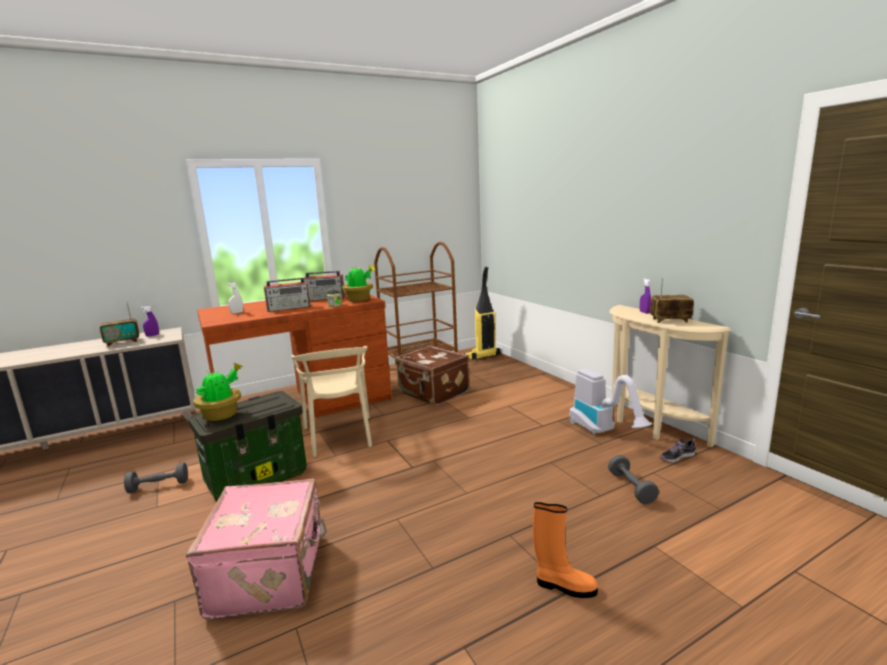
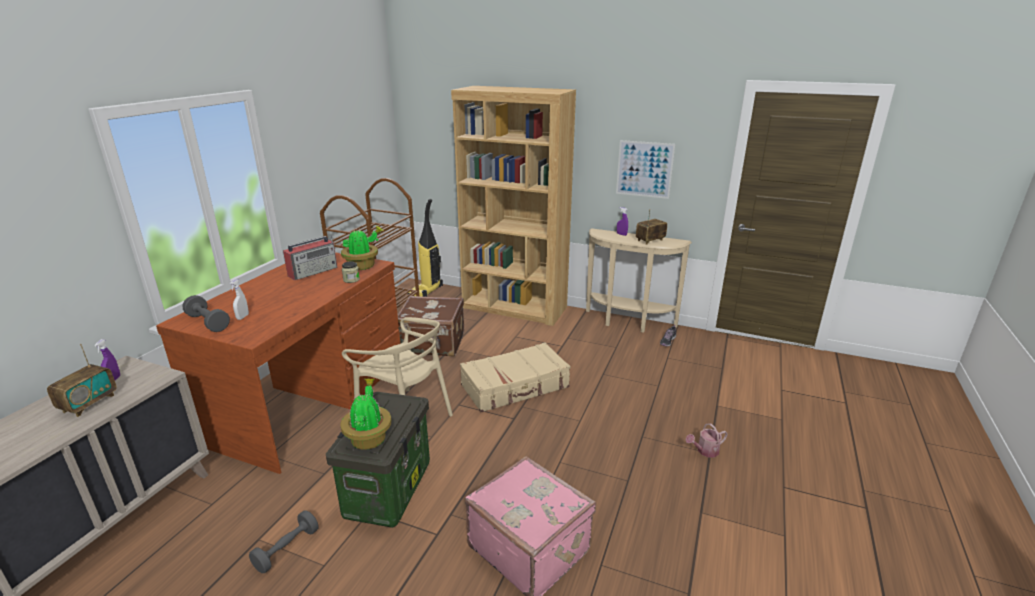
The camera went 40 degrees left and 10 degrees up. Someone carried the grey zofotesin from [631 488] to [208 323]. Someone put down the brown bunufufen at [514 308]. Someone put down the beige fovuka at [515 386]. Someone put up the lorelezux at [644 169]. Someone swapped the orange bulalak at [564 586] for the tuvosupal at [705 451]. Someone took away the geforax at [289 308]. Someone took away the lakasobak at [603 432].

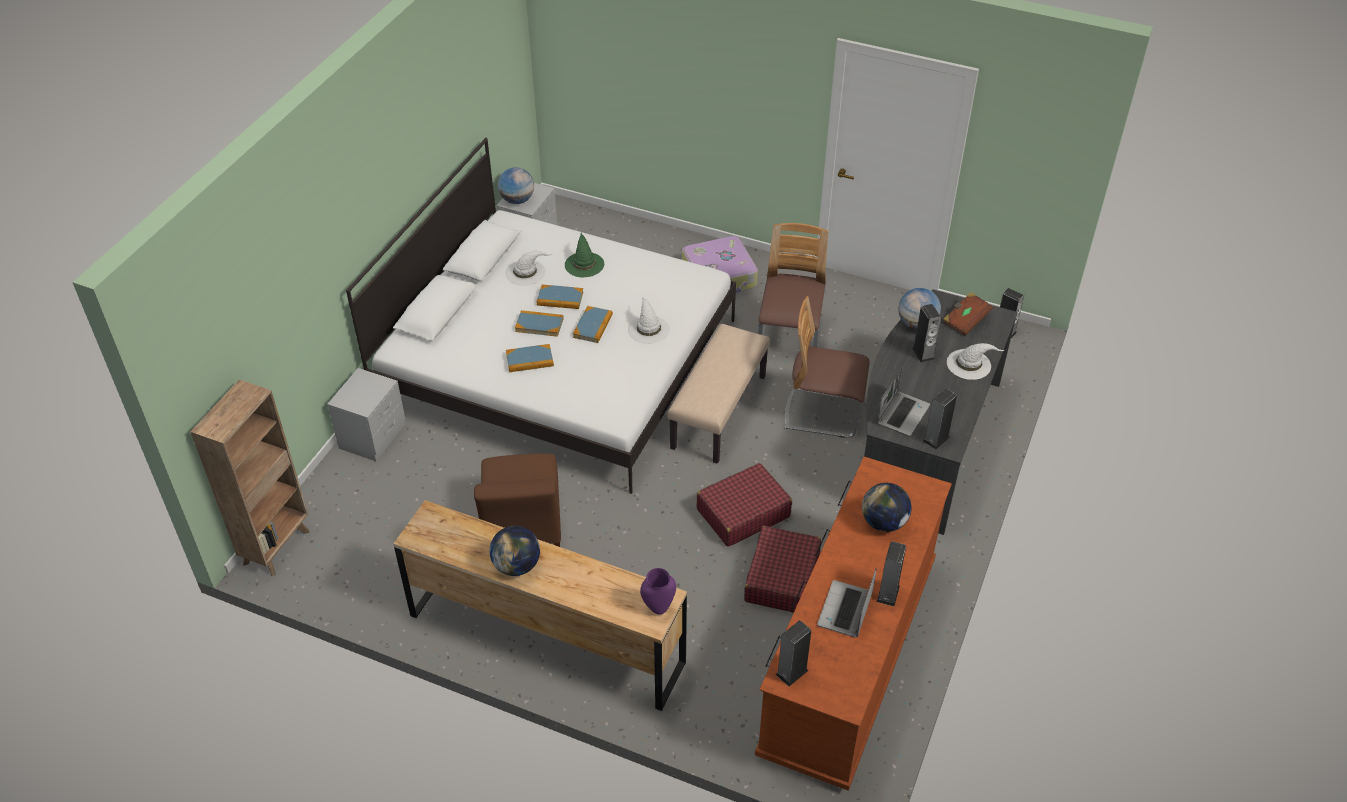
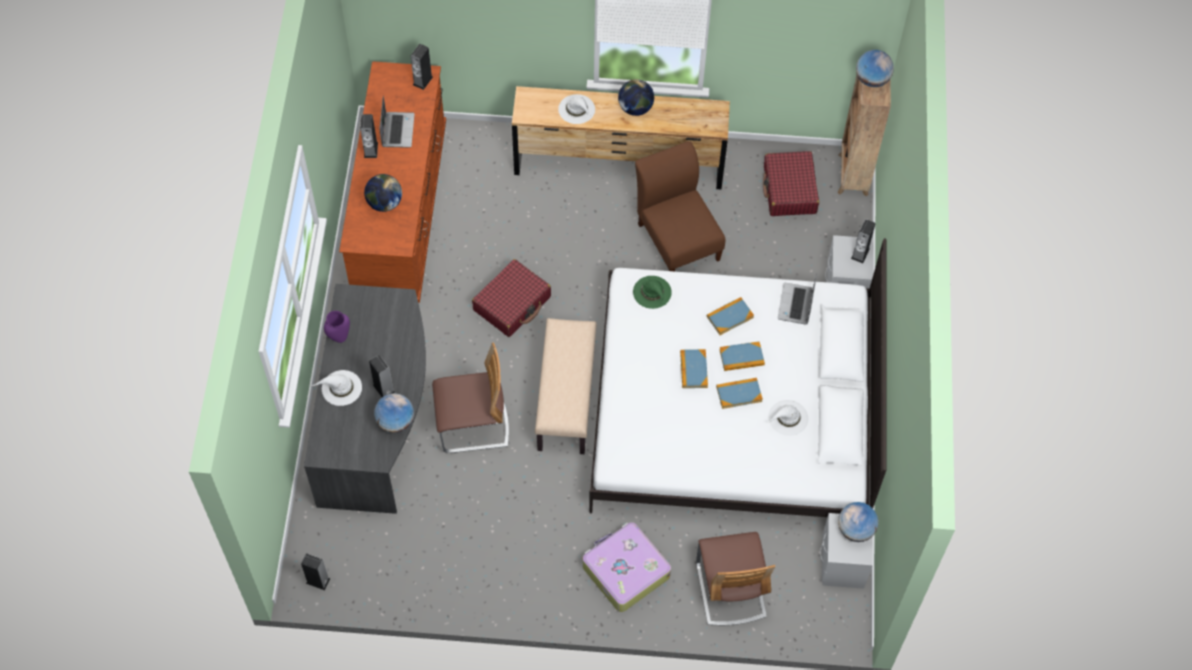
The camera went 160 degrees right and 15 degrees up. Someone carried the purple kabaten from [658 609] to [339 337]. Someone carried the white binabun from [648 329] to [577 109]. Someone carried the green binabun from [584 264] to [652 292]. Someone carried the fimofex from [789 339] to [730 590]. Someone carried the red fovuka from [782 578] to [789 190]. Someone carried the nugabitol from [902 414] to [796 305]. Someone carried the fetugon from [936 439] to [860 253]. Someone put down the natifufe at [872 79]. Someone took away the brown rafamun at [965 320].

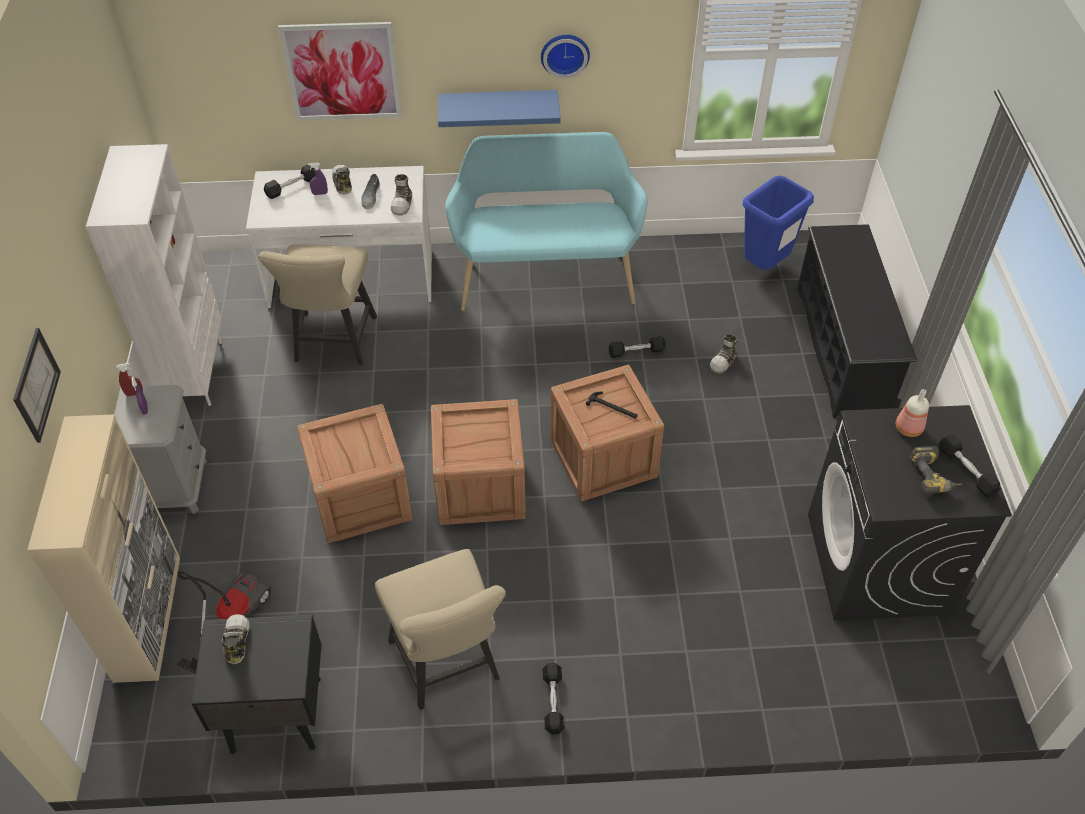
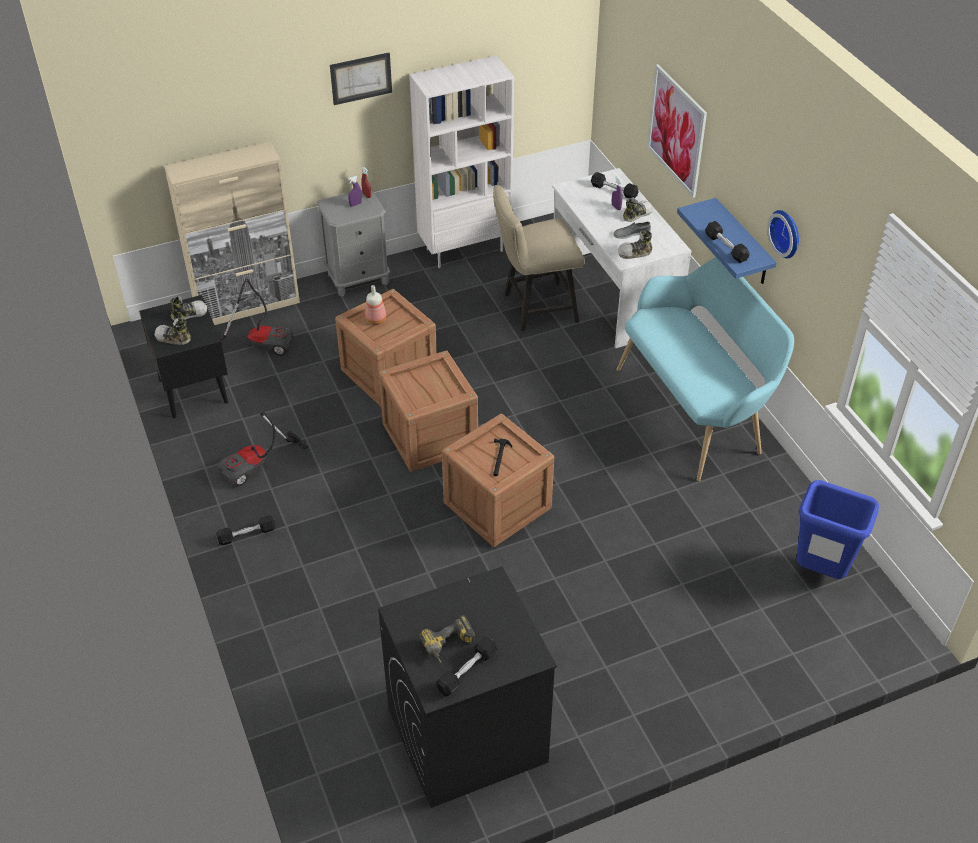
The camera went 70 degrees right and 5 degrees down. Someone carried the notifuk from [724 361] to [173 338]. Someone swapped the beige fimofex at [448 666] for the lakasobak at [258 466]. Someone carried the lorelezux from [36 385] to [361 78]. Someone carried the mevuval from [907 428] to [376 319]. Someone carried the black zofotesin from [636 351] to [726 247]. Someone took away the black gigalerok at [842 349].

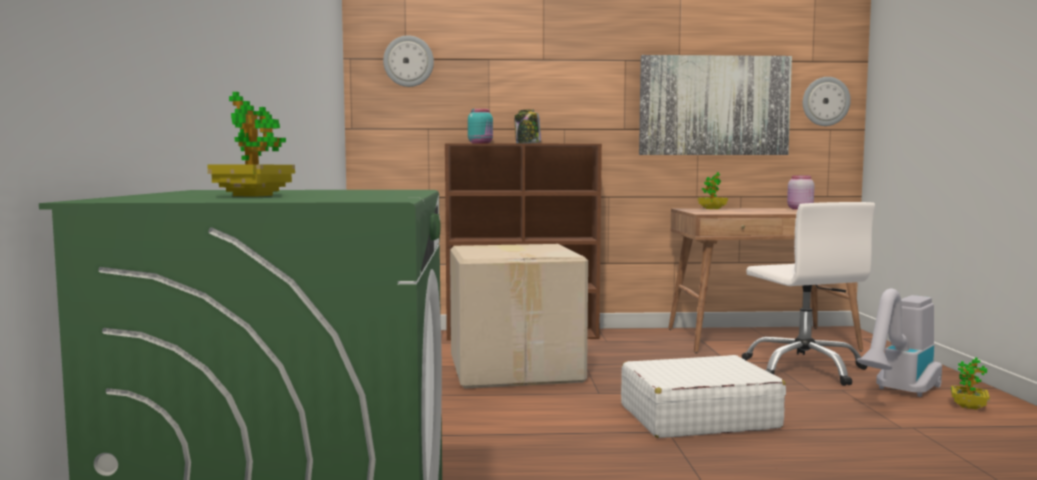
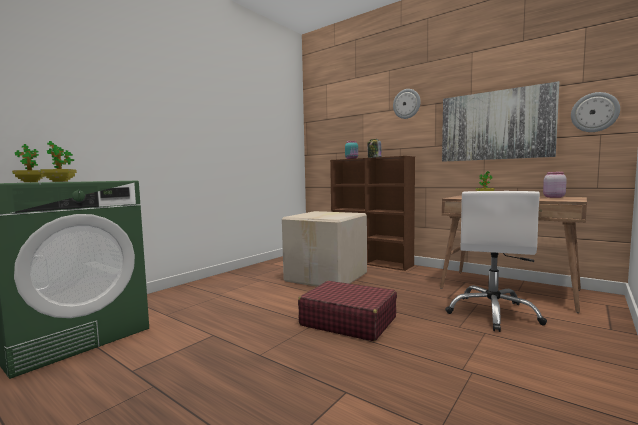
The camera went 40 degrees right and 0 degrees up. Someone carried the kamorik from [968 406] to [60 181]. Someone repainted the white fovuka at [697 417], which became the red fovuka at [348 321]. Someone carried the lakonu from [408 61] to [406 104]. Someone took away the lakasobak at [900 393].

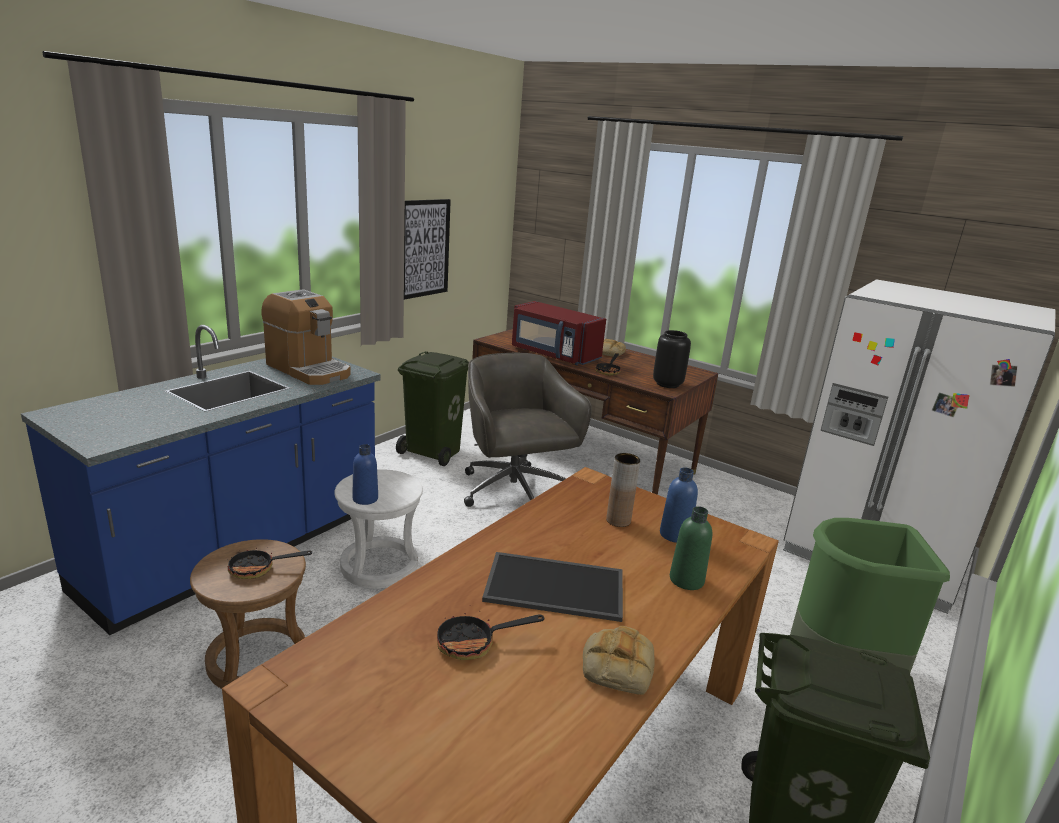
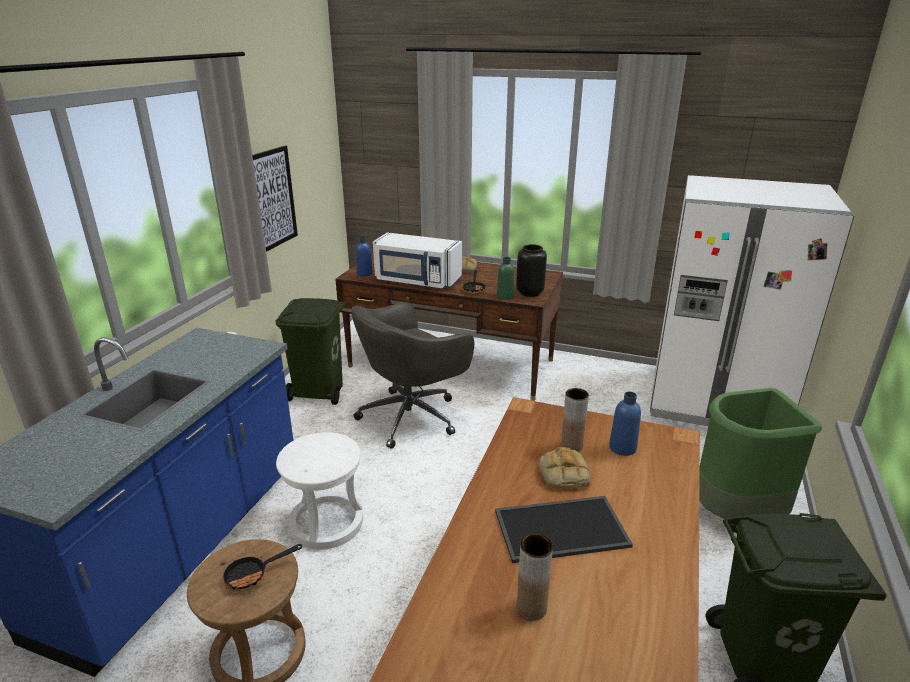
The camera went 15 degrees left and 5 degrees up. Someone rotated the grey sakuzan at [514 492] by 90 degrees counterclockwise. Someone carried the blue mevuval from [365 499] to [364 273]. Someone repainted the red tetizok at [553 355], which became the white tetizok at [417 281]. Someone carried the green mevuval from [686 580] to [505 296]. Someone swapped the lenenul at [474 643] for the brown kabaten at [531 608]. Someone carried the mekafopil from [616 665] to [562 473]. Someone took away the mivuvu at [308 370].

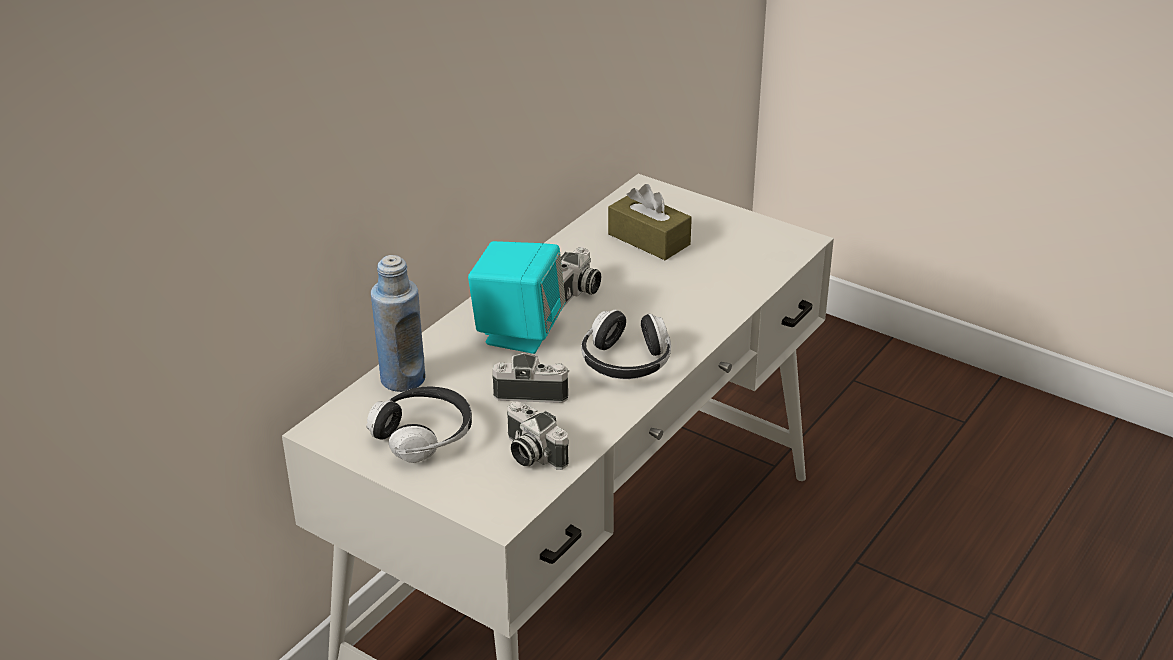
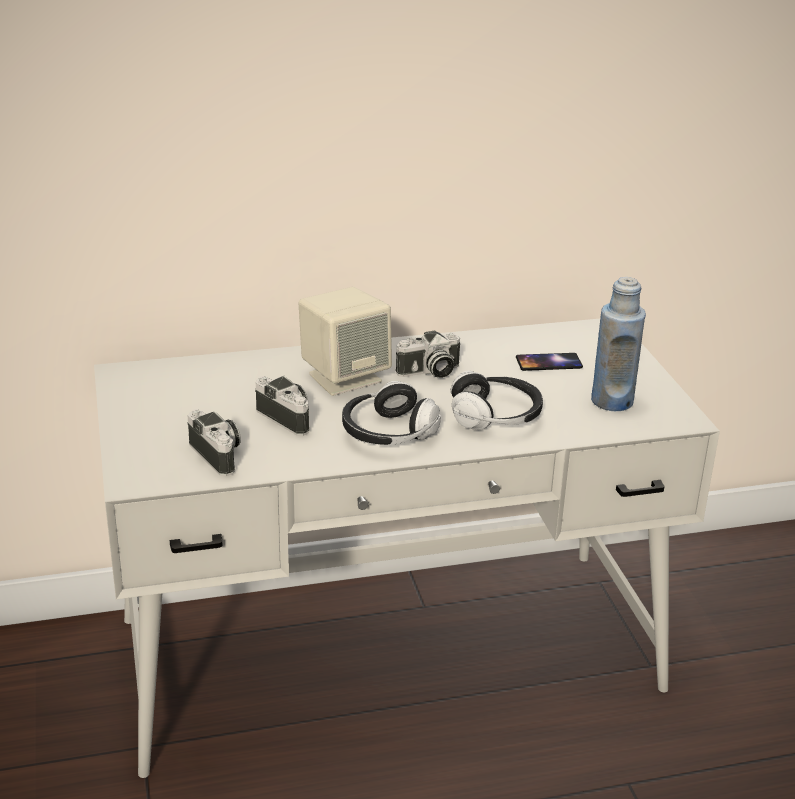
The camera went 40 degrees right and 5 degrees down. Someone rotated the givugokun at [531 454] by 150 degrees clockwise. Someone repainted the turquoise fetugon at [518 332], which became the beige fetugon at [344 377]. Someone carried the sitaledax from [423 436] to [495 416]. Someone swapped the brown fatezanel at [649 239] for the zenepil at [549 363]. Someone carried the blue mevuval from [402 379] to [612 401].

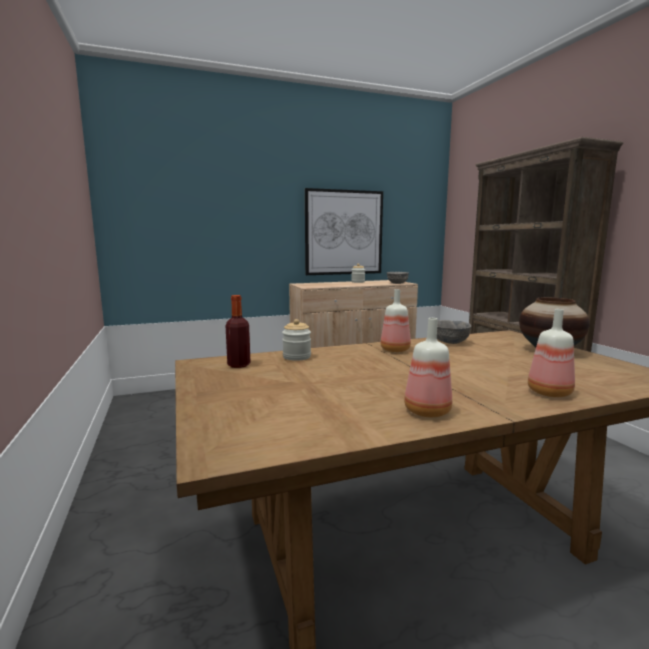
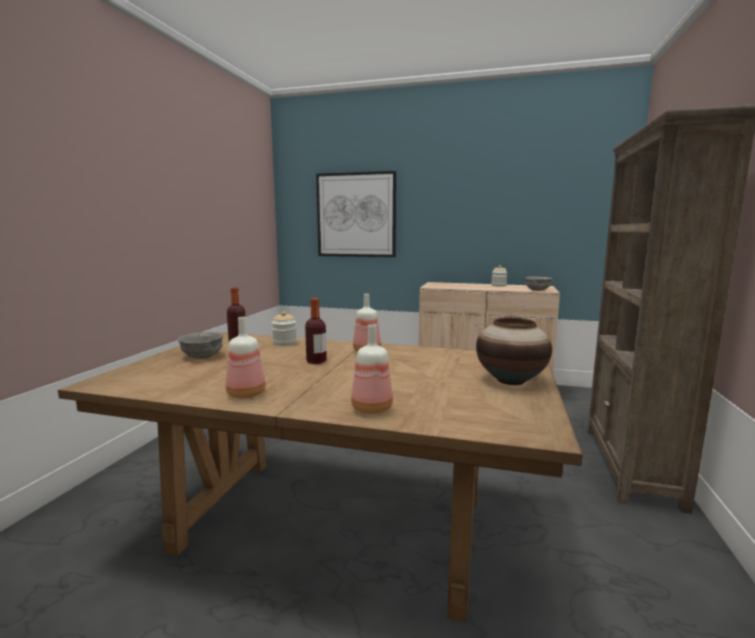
The camera went 35 degrees right and 0 degrees up. Someone carried the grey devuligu from [449 342] to [203 356]. Someone put down the mevuval at [316 361]. Someone carried the lorelezux from [344 232] to [356 215].

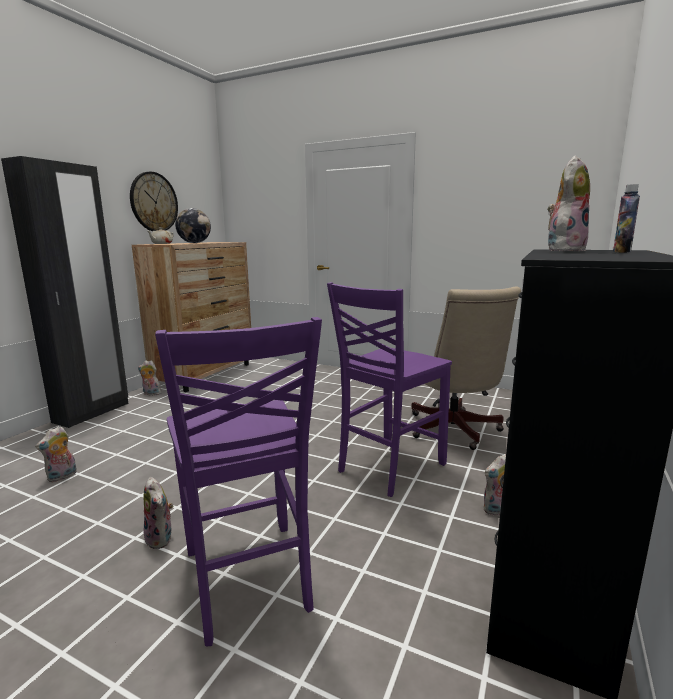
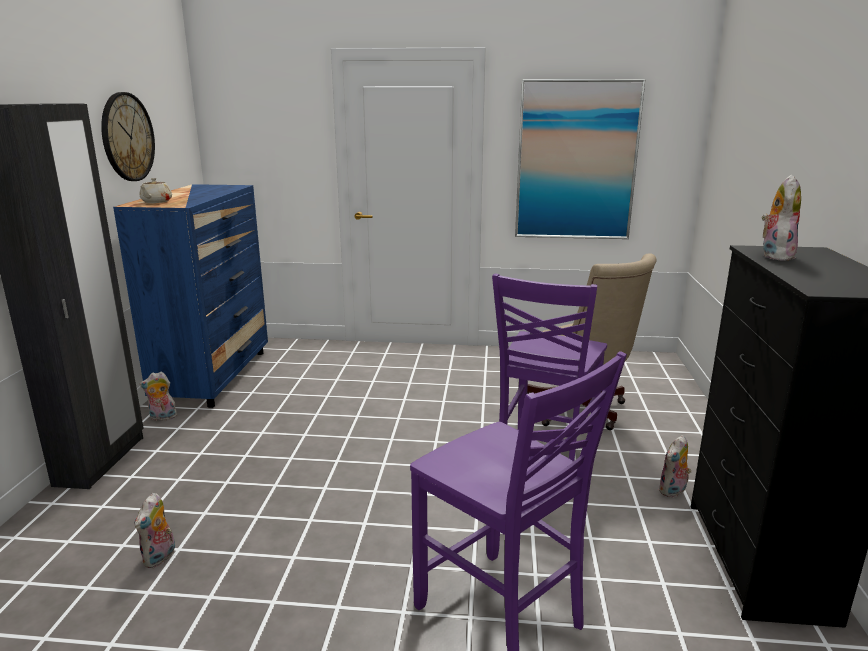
The camera went 20 degrees left and 5 degrees up. Someone repainted the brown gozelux at [205 374], which became the blue gozelux at [214 376]. Someone put up the lorelezux at [576 161]. Someone took away the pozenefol at [161 538]. Someone took away the natifufe at [194 243]. Someone took away the mevuval at [621 252].

